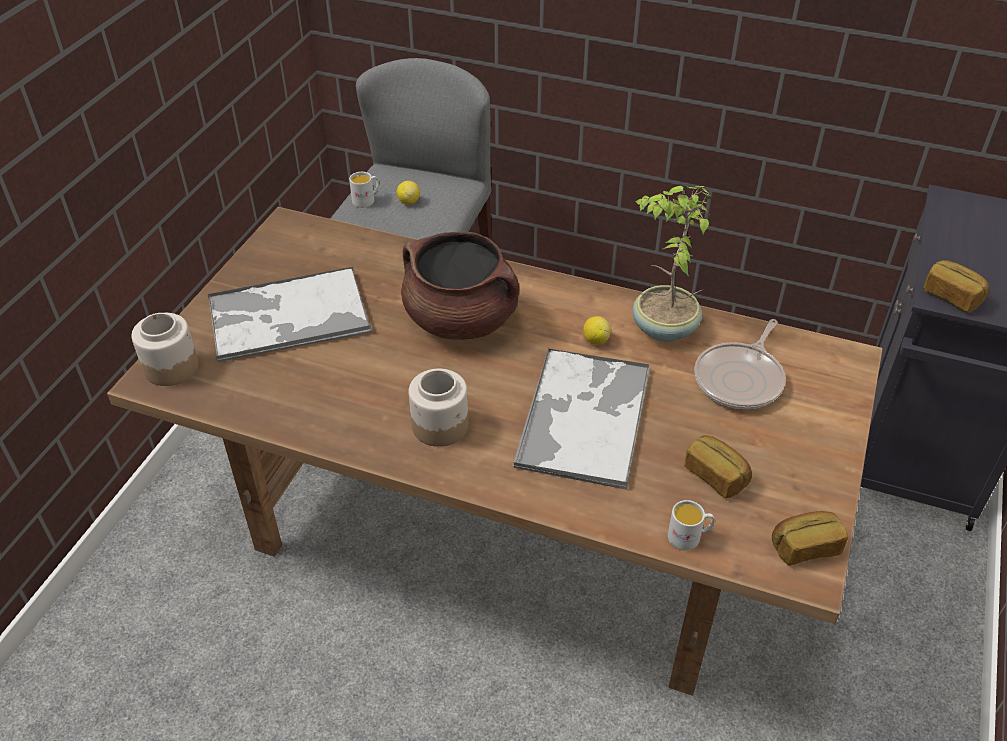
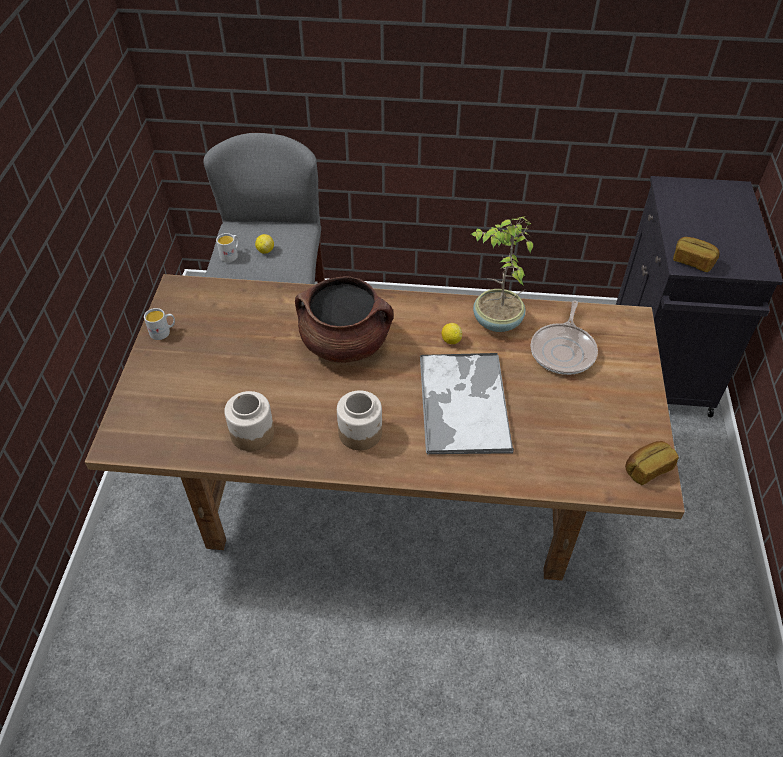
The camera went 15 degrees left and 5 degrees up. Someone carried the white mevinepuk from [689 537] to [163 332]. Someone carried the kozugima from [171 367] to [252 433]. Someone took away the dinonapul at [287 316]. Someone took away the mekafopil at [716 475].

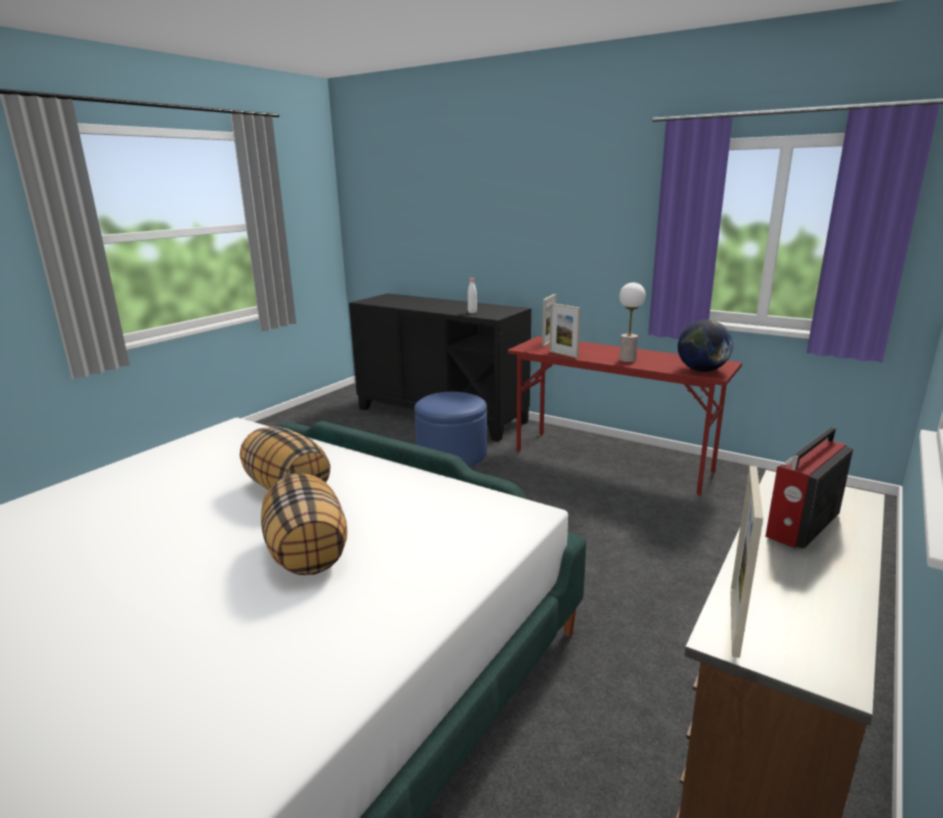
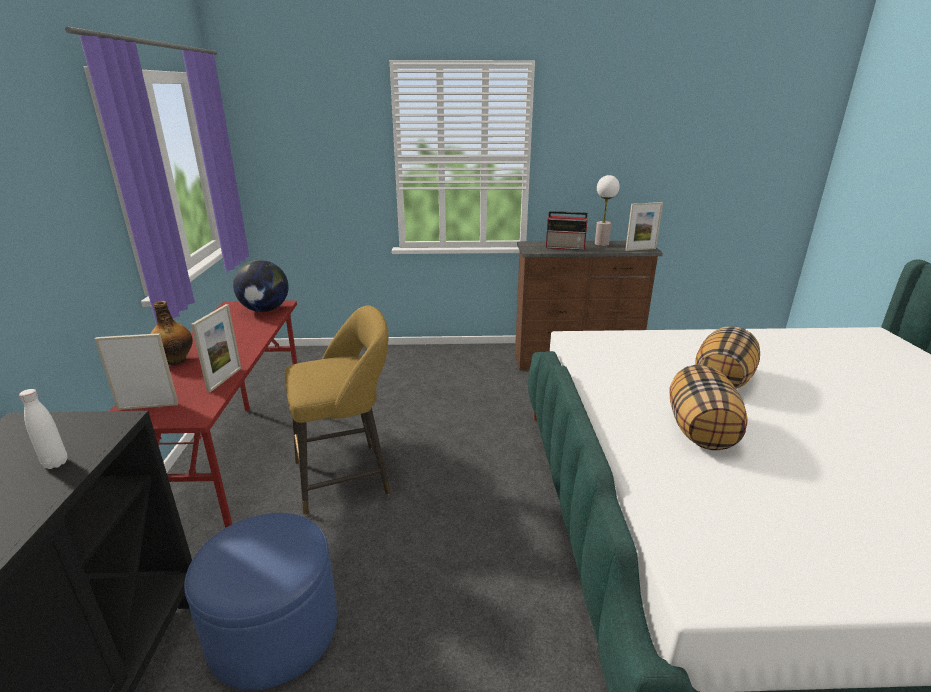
The camera went 125 degrees left and 5 degrees up. Someone put down the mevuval at [176 360]. Someone put down the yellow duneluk at [348 476]. Someone carried the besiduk from [627 360] to [601 244].

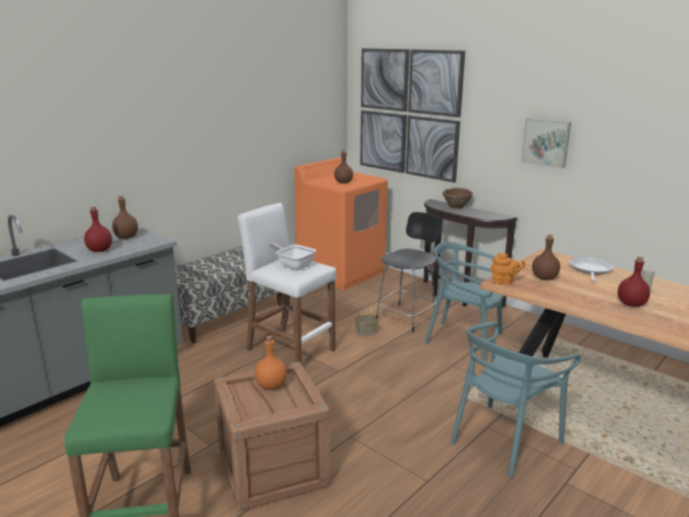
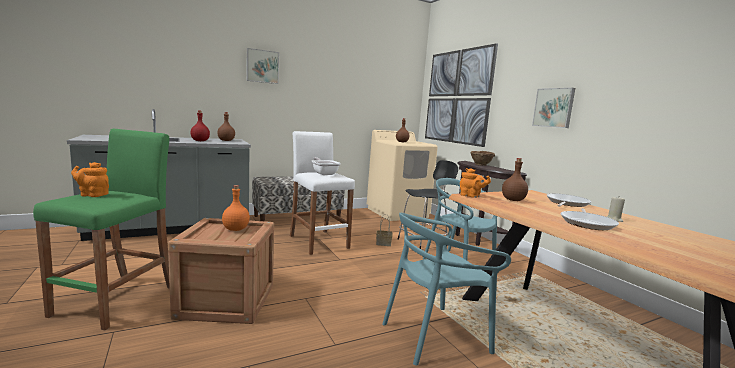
The camera went 20 degrees right and 10 degrees down. Someone put down the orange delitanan at [92 195]. Someone put up the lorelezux at [262 66]. Someone repainted the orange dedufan at [341 273], which became the beige dedufan at [398 213]. Someone swapped the red mevuval at [631 304] for the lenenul at [587 223].

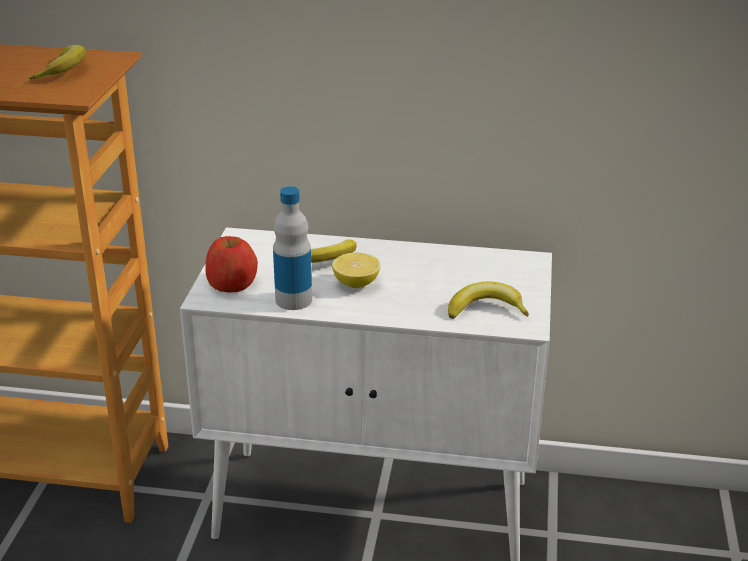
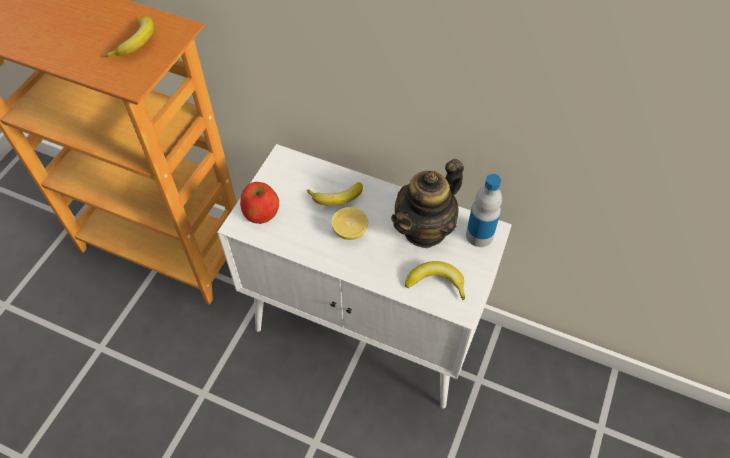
The camera went 15 degrees right and 25 degrees up. Someone put down the delitanan at [425 229]. Someone carried the mevuval from [293 300] to [479 235].

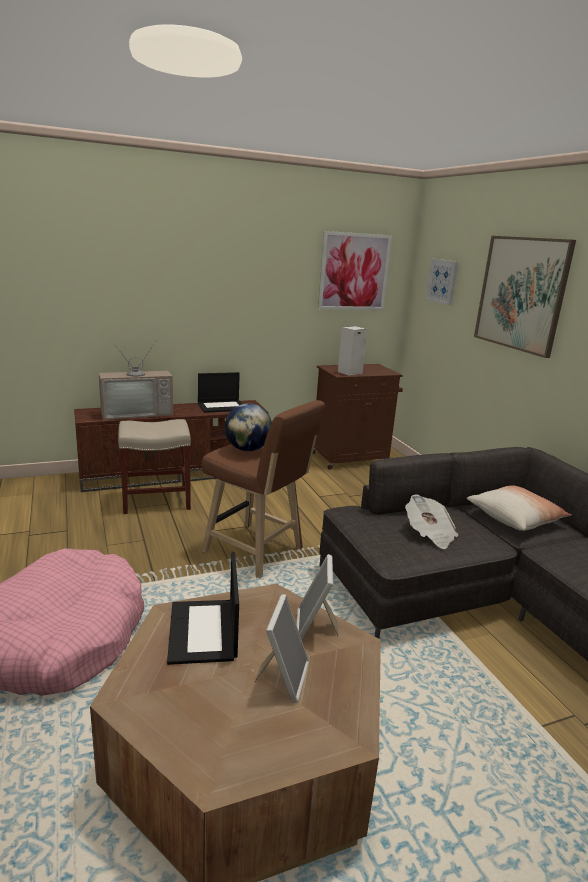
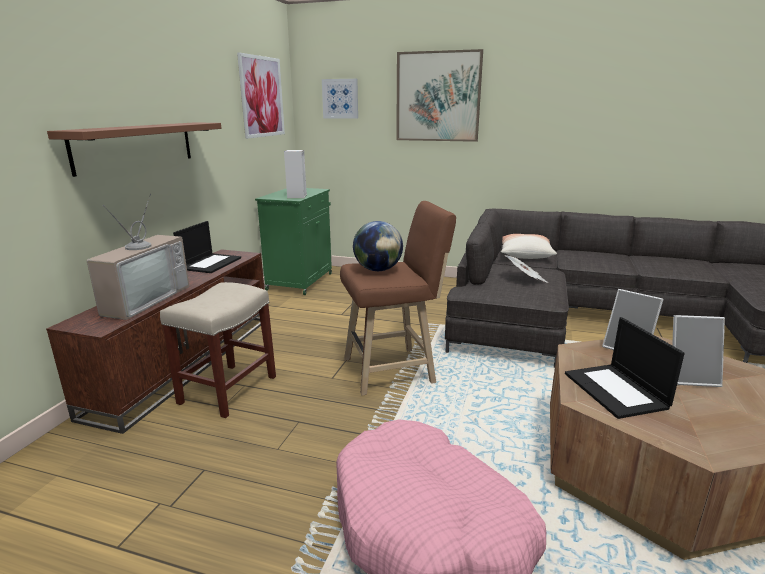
The camera went 50 degrees left and 0 degrees up. Someone put up the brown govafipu at [136 146]. Someone repainted the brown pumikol at [351 458], which became the green pumikol at [300 281]. Someone rotated the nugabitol at [204 632] by 45 degrees clockwise. Someone rotated the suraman at [282 678] by 135 degrees clockwise.

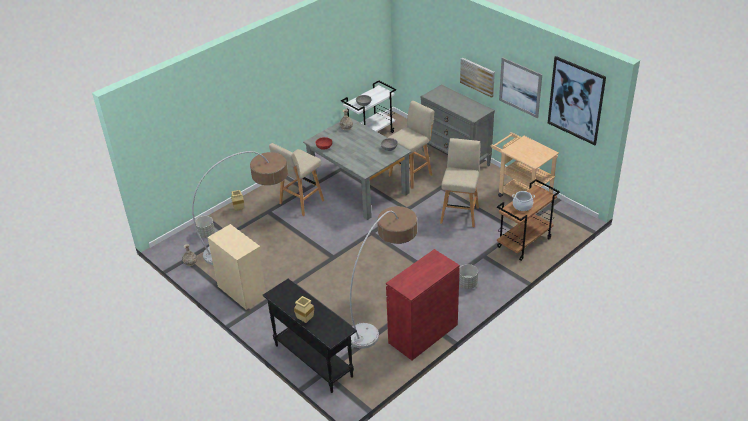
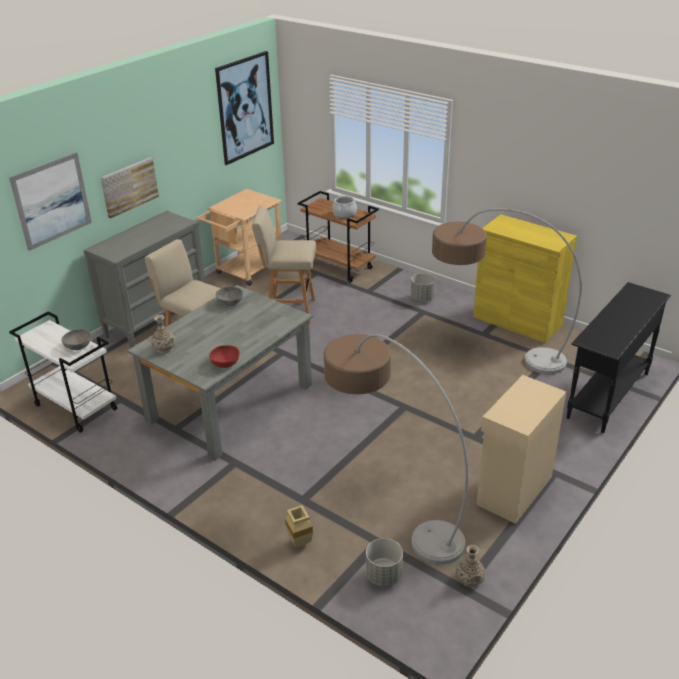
The camera went 100 degrees left and 5 degrees down. Someone carried the lorelezux from [520 87] to [52 200]. Someone repainted the red pumikol at [423 334], which became the yellow pumikol at [517 321]. Someone took away the beige duneluk at [300 203]. Someone took away the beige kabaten at [306 320].

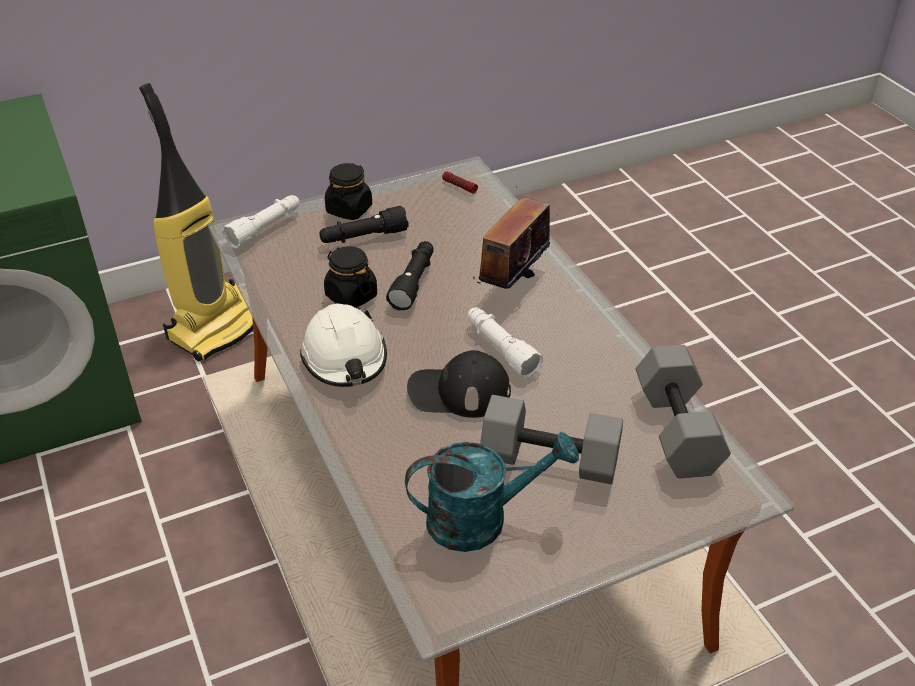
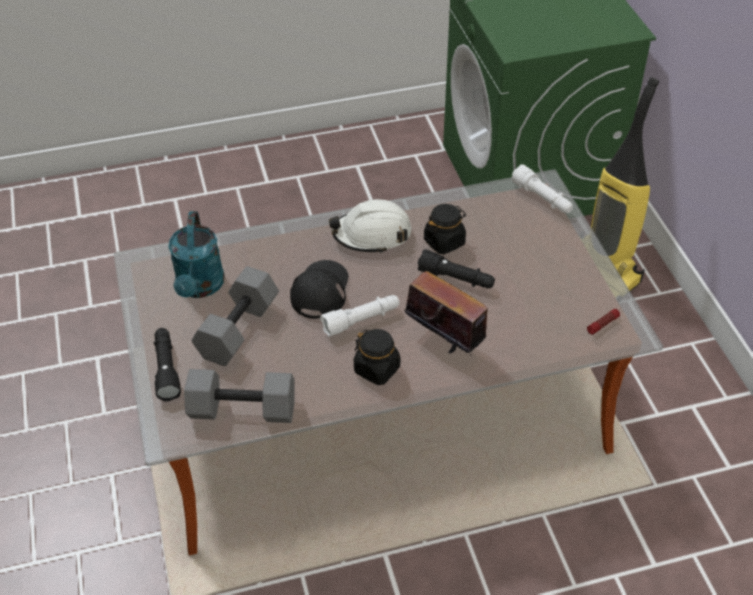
The camera went 100 degrees right and 5 degrees up. Someone carried the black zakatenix from [363 237] to [166 369]. Someone carried the black kozugima from [349 209] to [377 369].

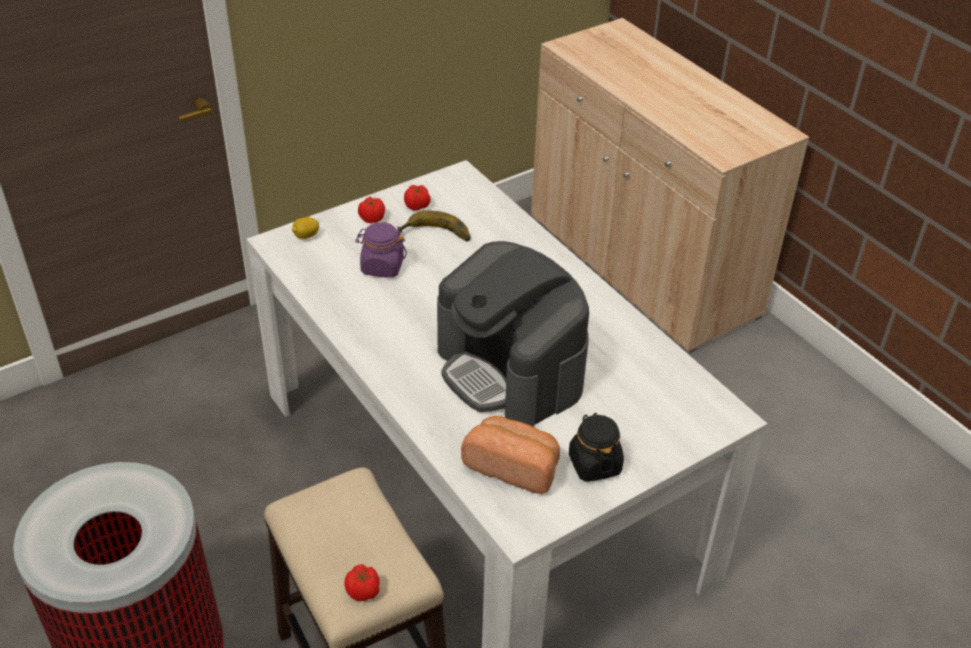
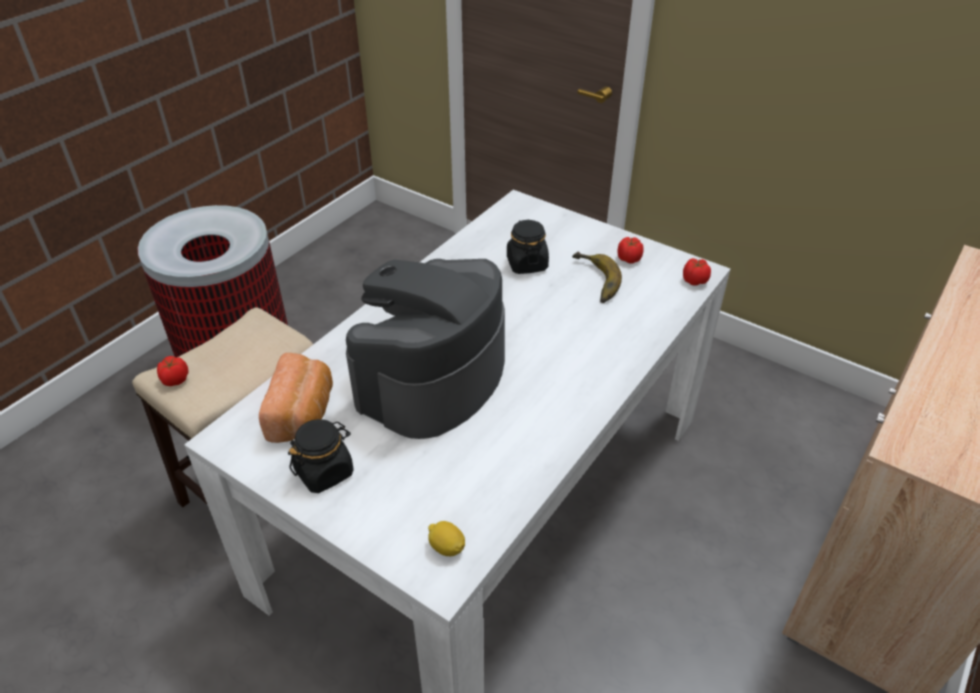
The camera went 70 degrees right and 0 degrees up. Someone carried the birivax from [306 236] to [446 547]. Someone repainted the purple kozugima at [382 267], which became the black kozugima at [526 264]. Someone carried the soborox from [371 218] to [694 280].

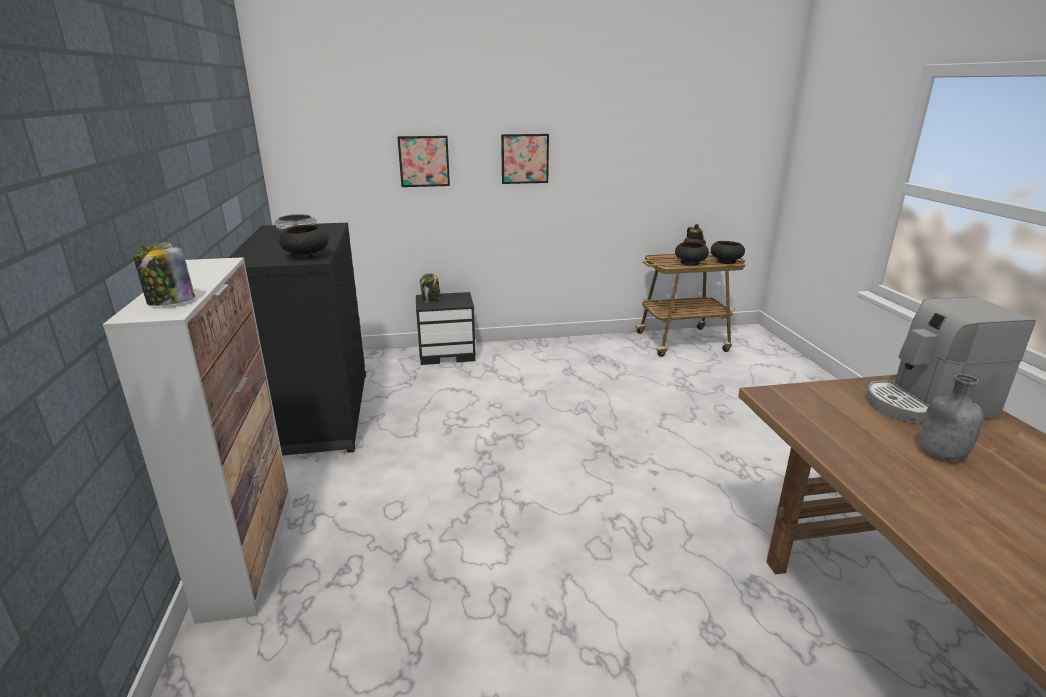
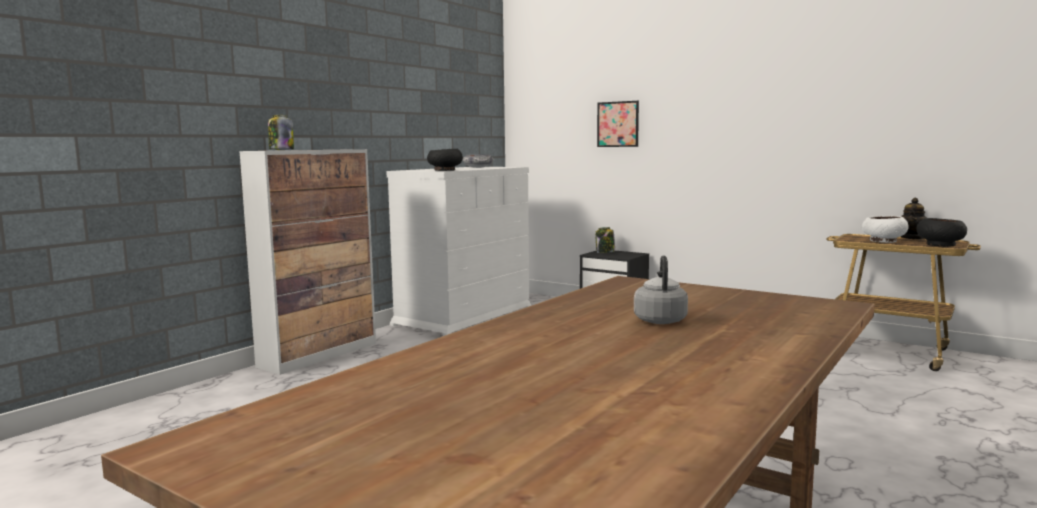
The camera went 45 degrees right and 15 degrees down. Someone repainted the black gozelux at [317 411], which became the white gozelux at [464 315]. Someone swapped the grey mevuval at [940 454] for the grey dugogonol at [660 320]. Someone repainted the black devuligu at [690 263], which became the white devuligu at [883 241]. Someone took away the lorelezux at [525 159]. Someone took away the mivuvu at [926 405].

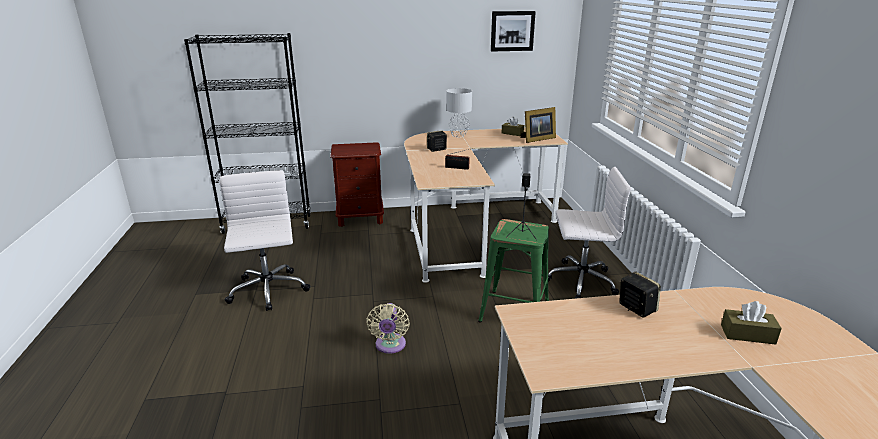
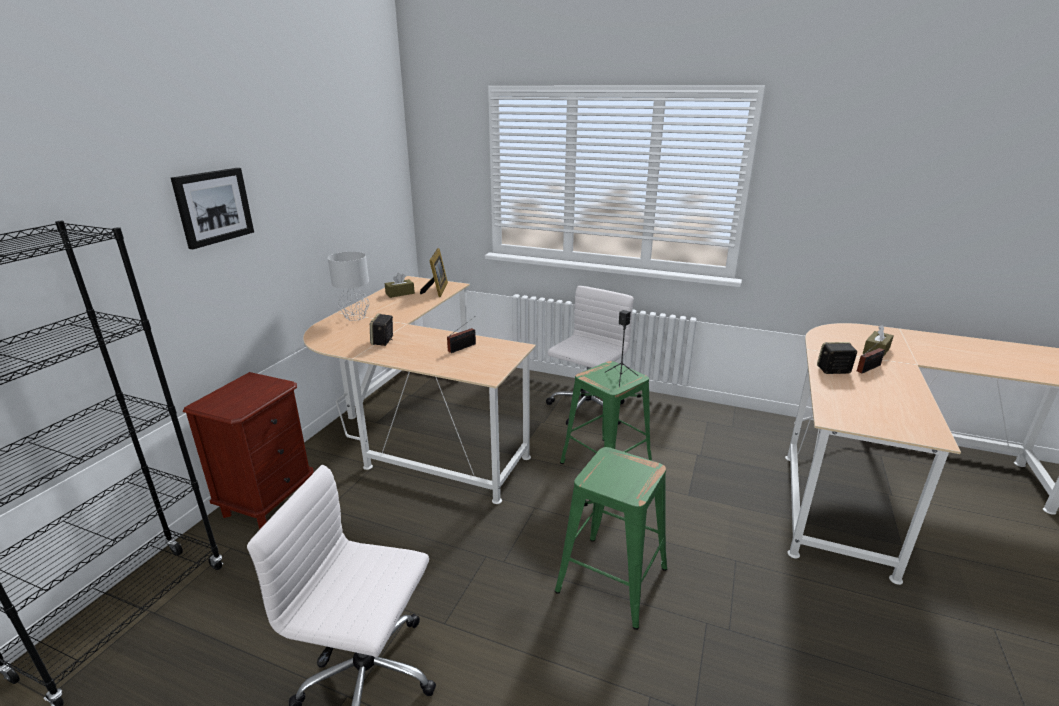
The camera went 60 degrees left and 0 degrees up. Someone carried the lorelezux from [512 31] to [213 207]. Someone swapped the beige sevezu at [390 346] for the green duneluk at [611 579]. Someone put down the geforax at [870 368].

